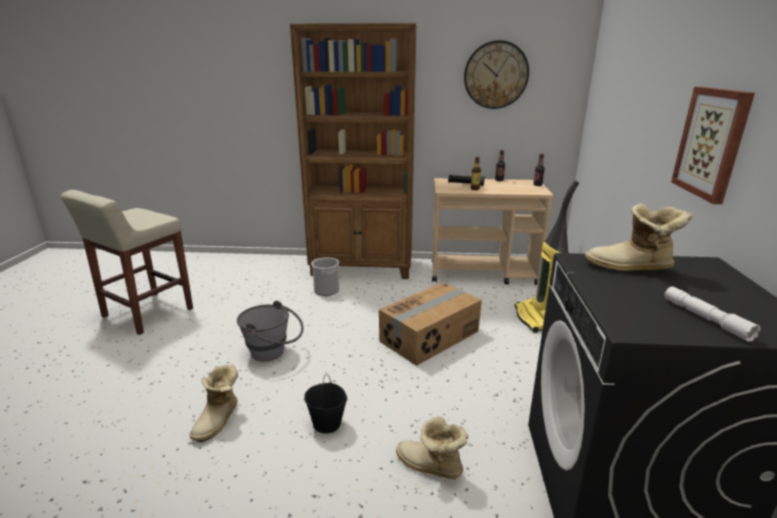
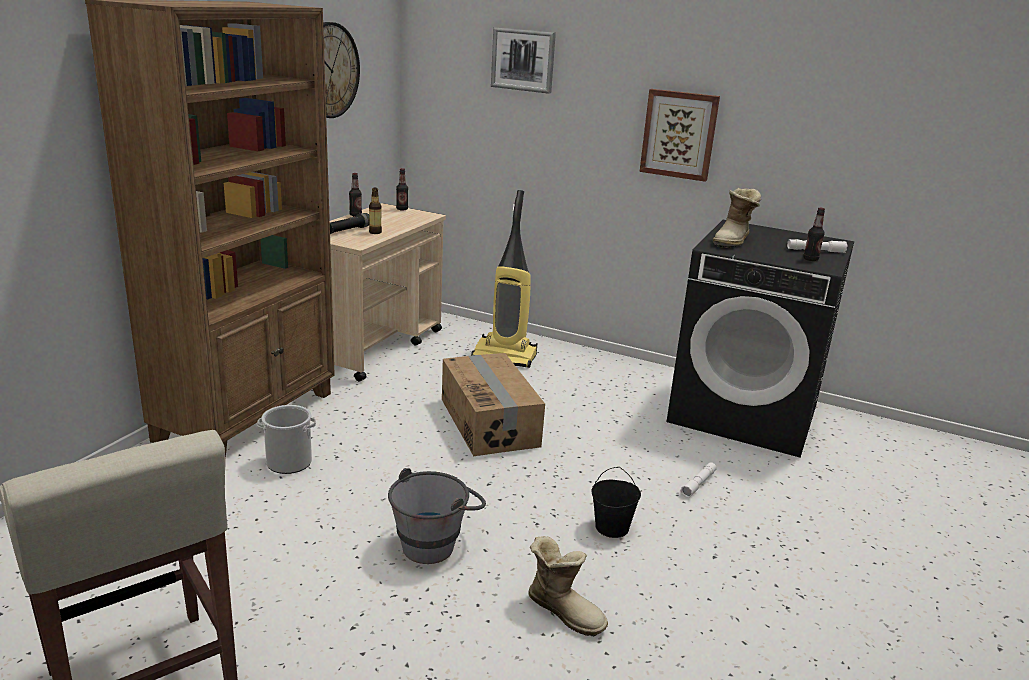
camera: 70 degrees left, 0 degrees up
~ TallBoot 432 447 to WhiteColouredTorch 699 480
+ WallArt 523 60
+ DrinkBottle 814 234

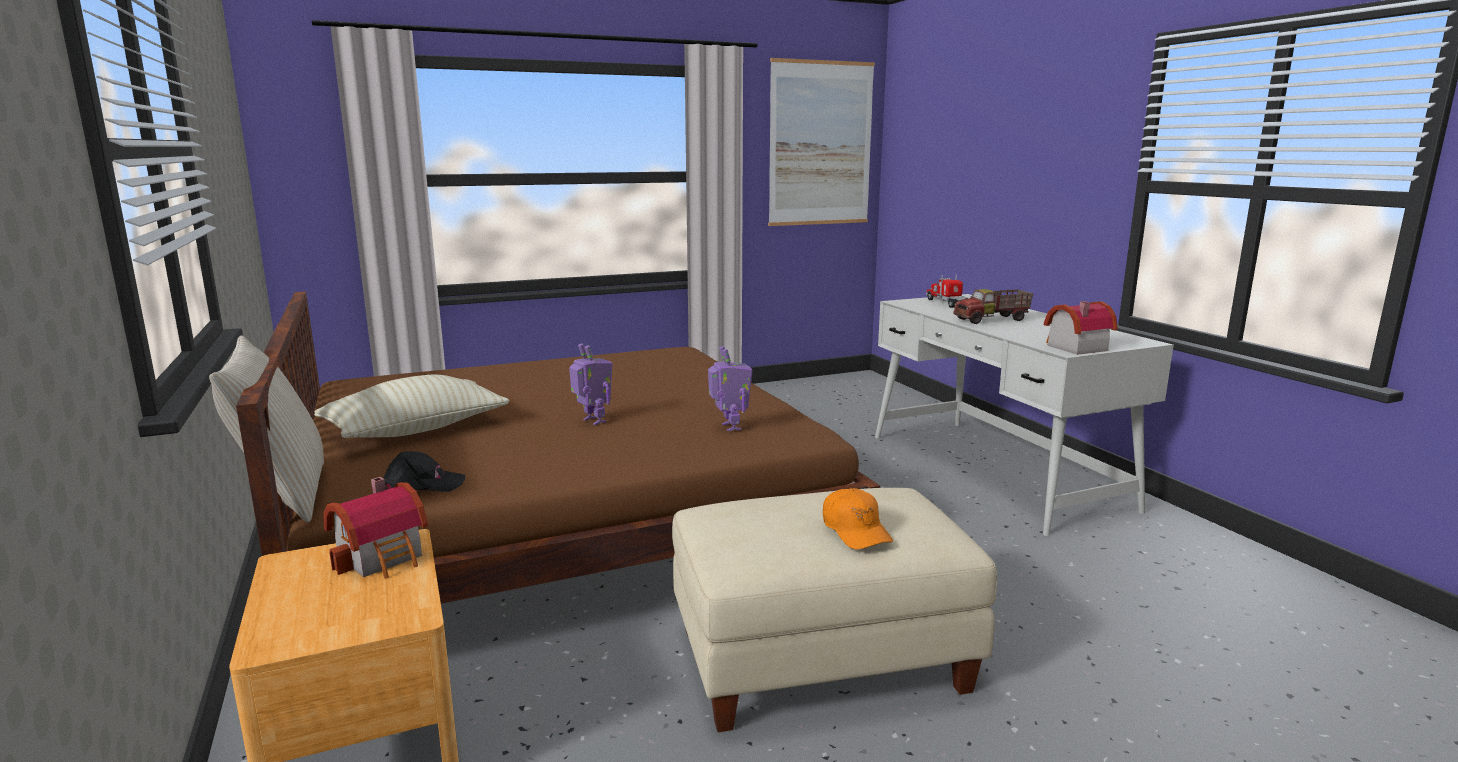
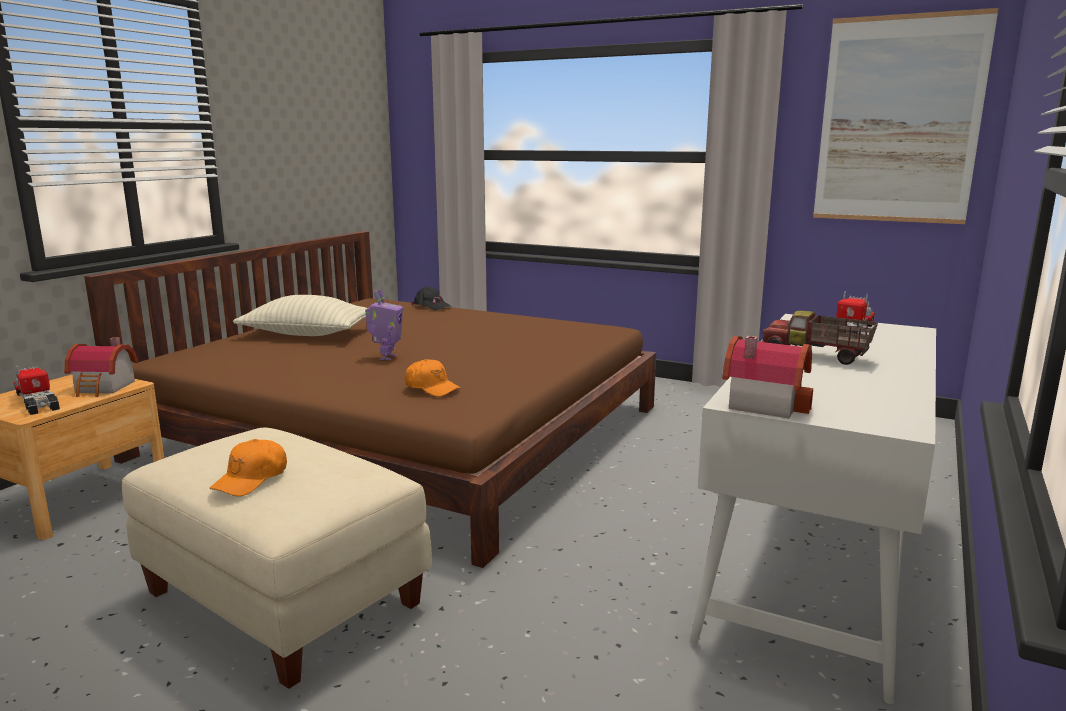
camera: 50 degrees right, 0 degrees up
- BeigeThrowPillow 266 429
~ ModelRobot 730 388 to OrangeColouredBaseballCap 433 378
~ BlackBaseballCap 424 471 to 432 298
+ ToyLorry 37 388

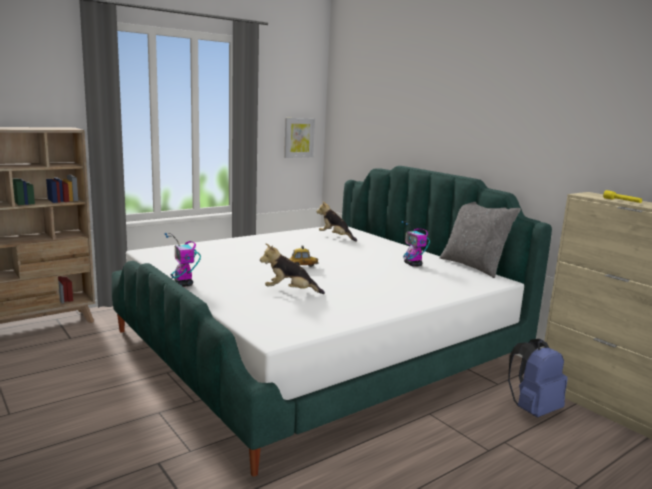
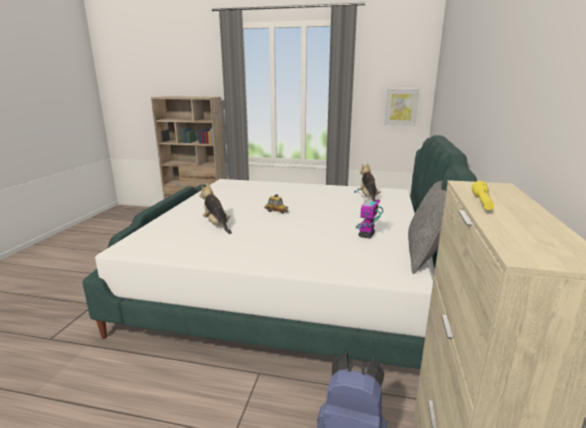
camera: 50 degrees right, 5 degrees up
- ModelRobot 183 260

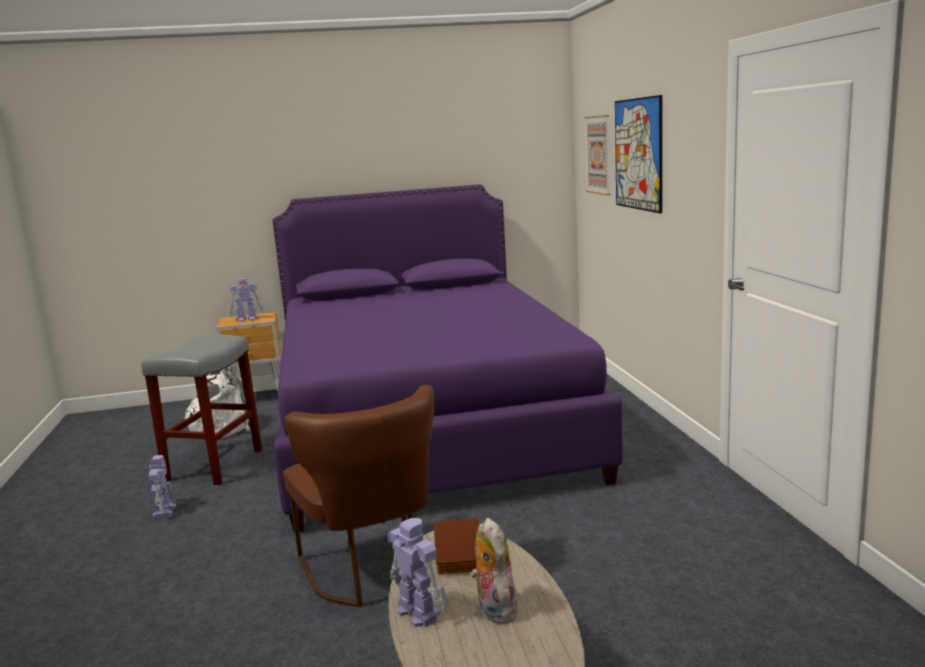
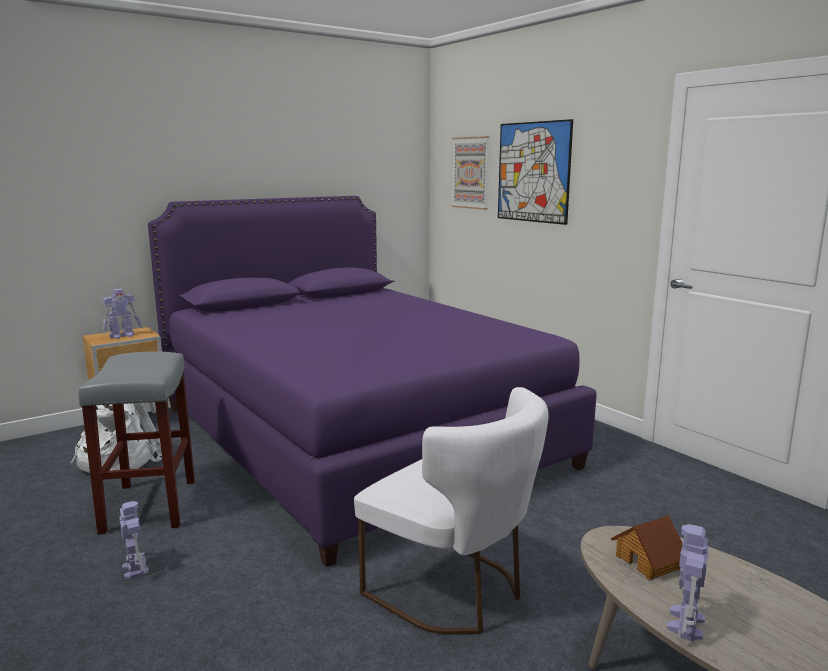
camera: 25 degrees left, 0 degrees up
~ BrownColouredPlainChair 358 496 to WhiteColouredPlainChair 451 511
~ ModelRobot 418 572 = 688 583 90 degrees counterclockwise
- SoftToy 494 571

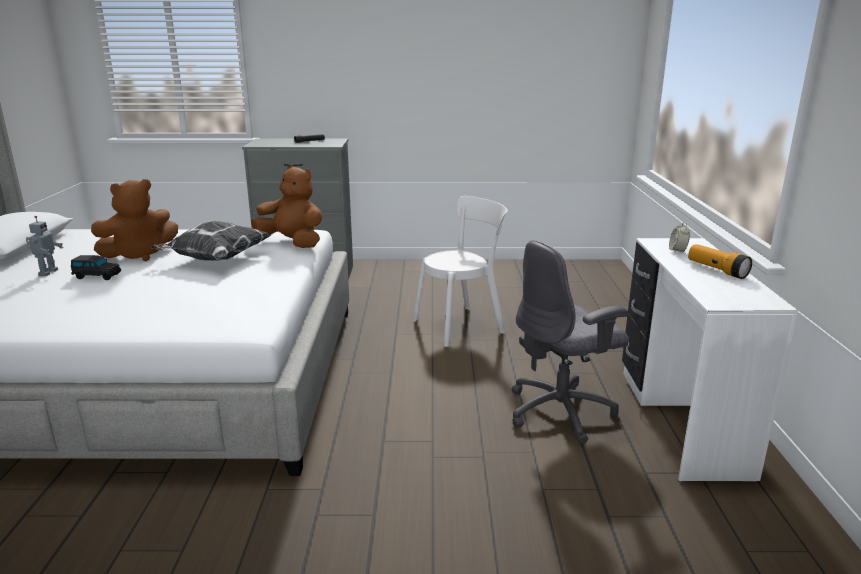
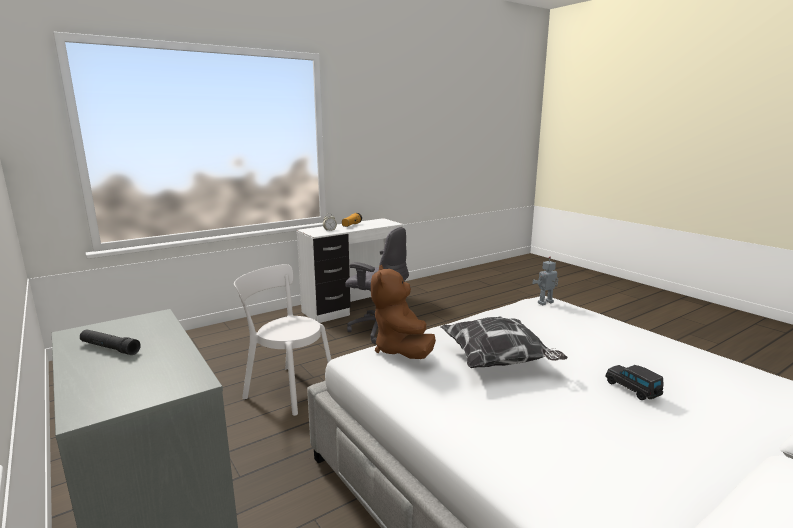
camera: 125 degrees left, 5 degrees down
- BrownColouredSoftToy 134 220
~ ModelRobot 45 246 to 545 280

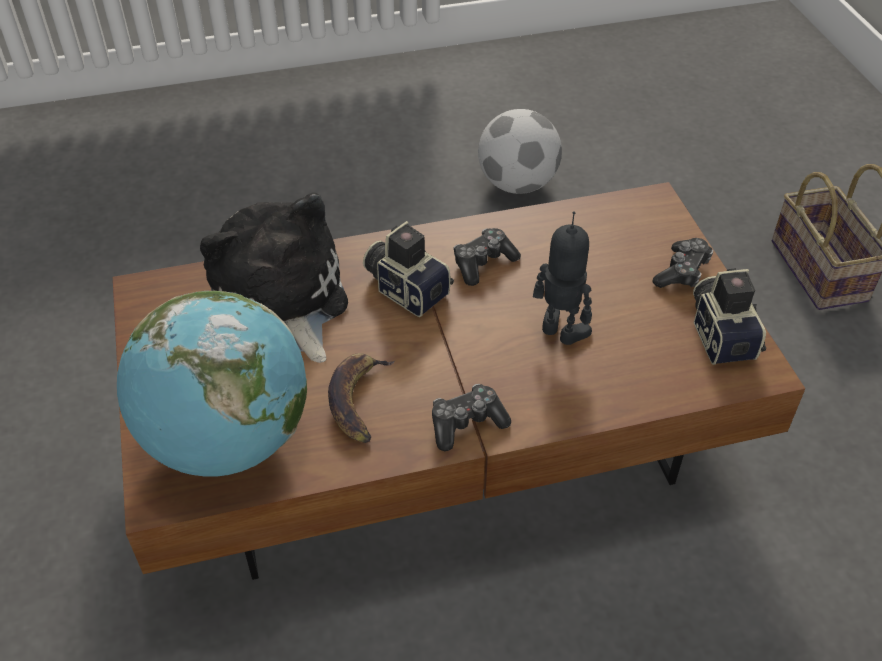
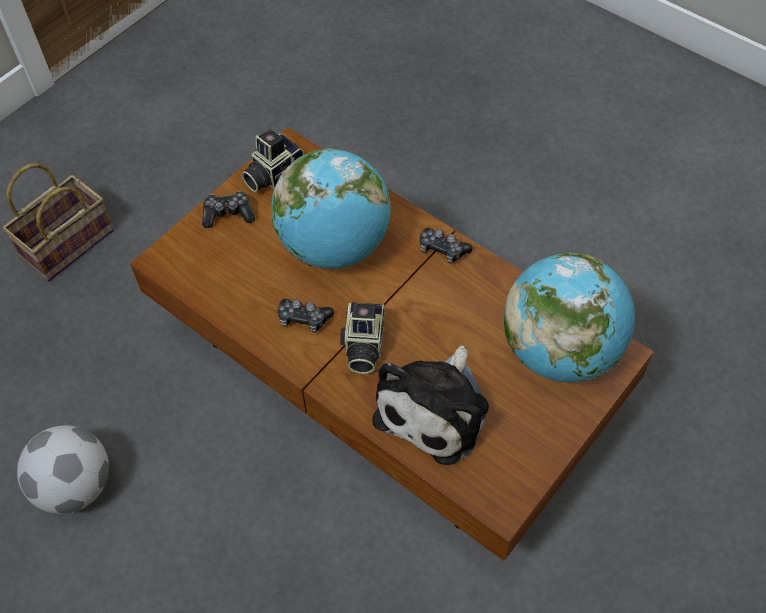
camera: 125 degrees left, 10 degrees up
~ ModelRobot 562 278 to WorldGlobe 331 208
- WholeBanana 361 398

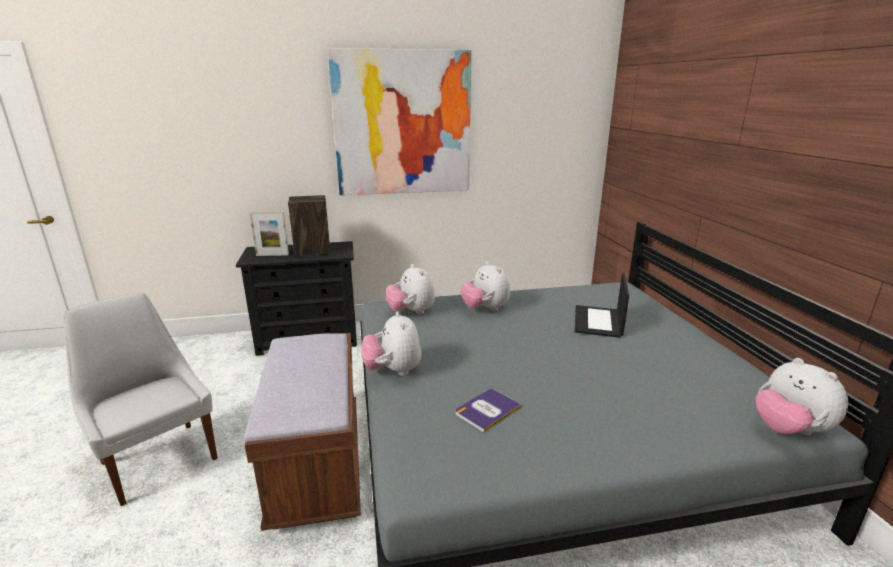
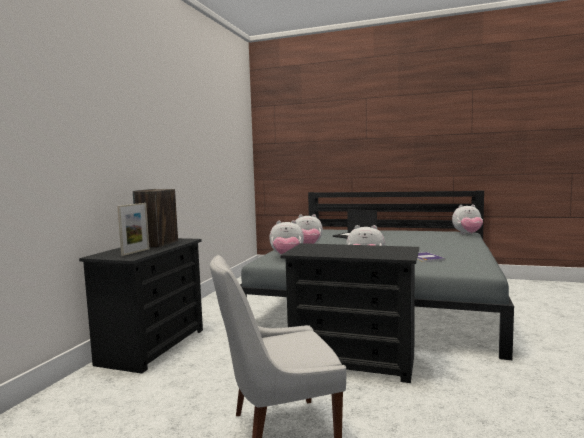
camera: 60 degrees left, 15 degrees down
- WallArt 399 121
~ BrownColouredLongSeat 302 432 to BlackChestOfDrawers 349 313

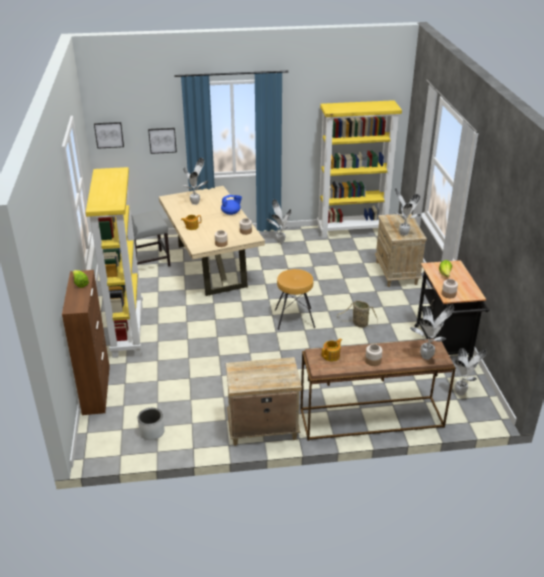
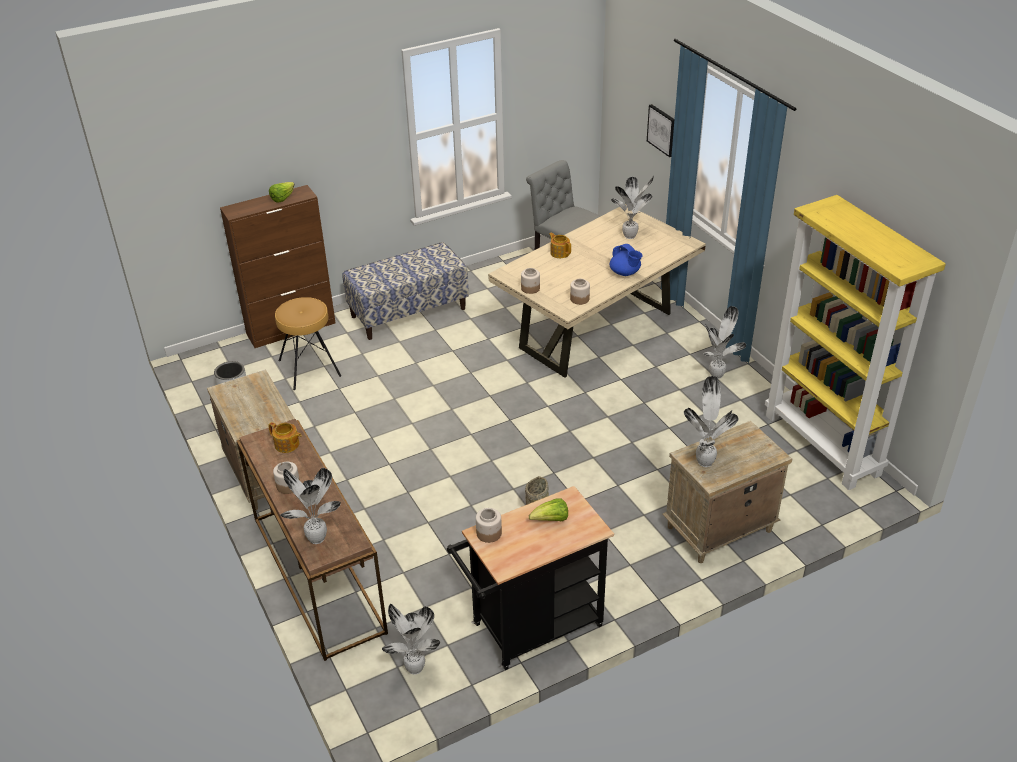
camera: 70 degrees right, 5 degrees up
- WallArt 109 135
~ YellowishBookcase 114 262 to LongSeat 405 291
~ BrownColouredStool 295 299 to 308 343

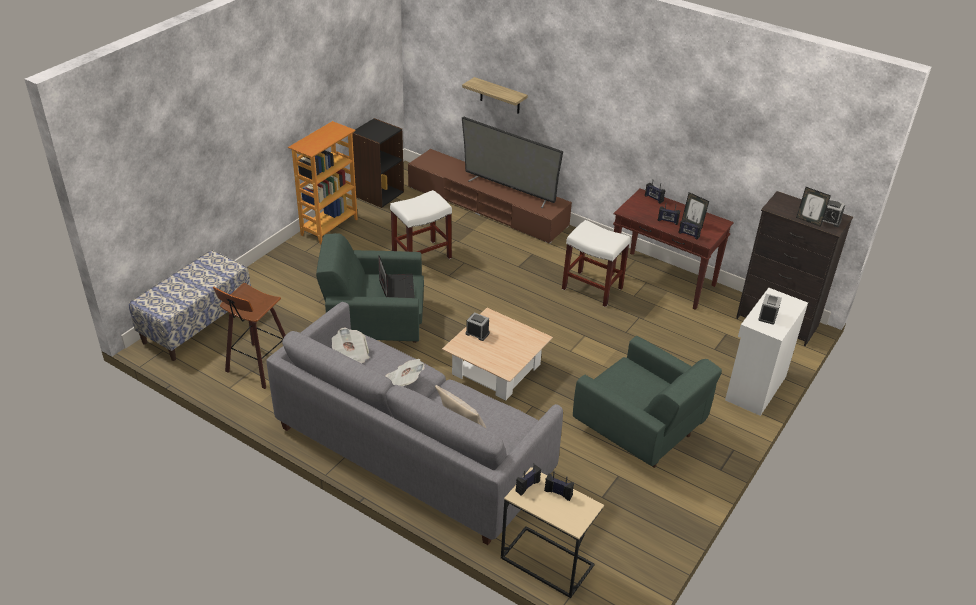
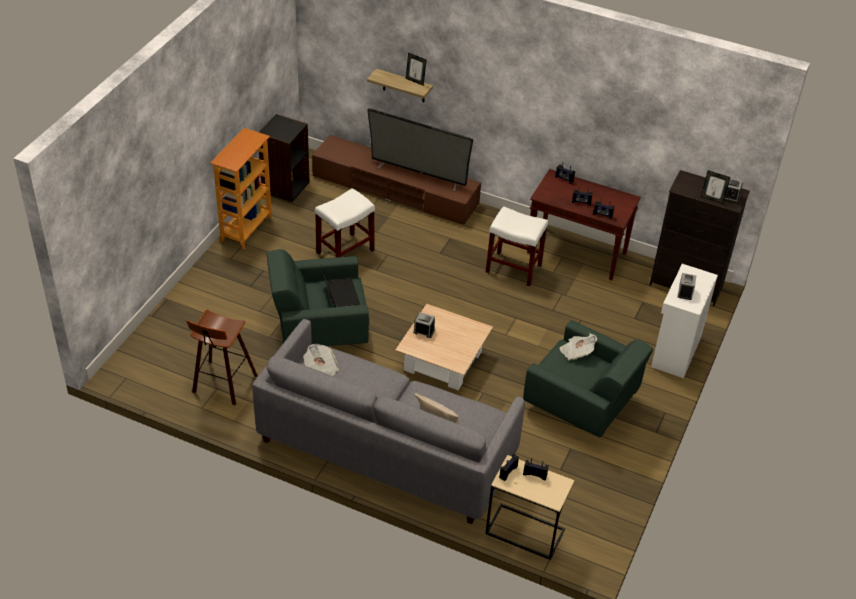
camera: 10 degrees left, 5 degrees up
~ StandingFrame 695 211 to 416 69
- LongSeat 190 305
~ DailyPaper 405 372 to 578 346

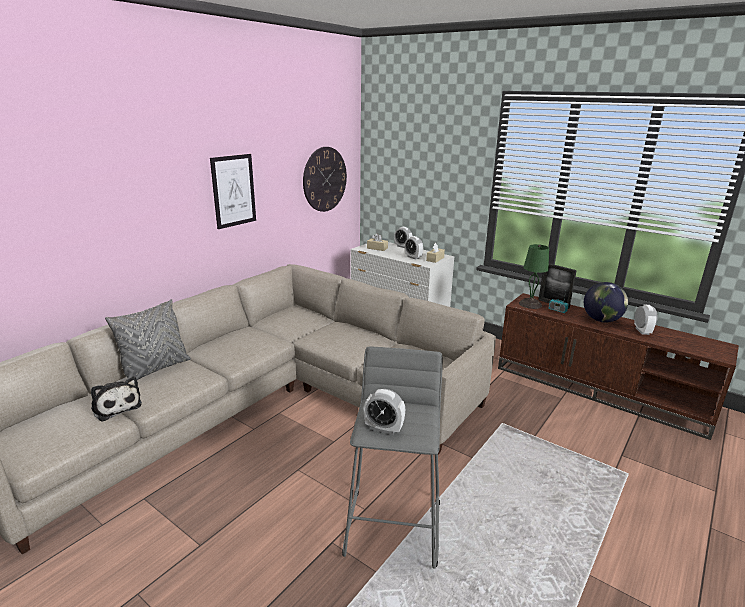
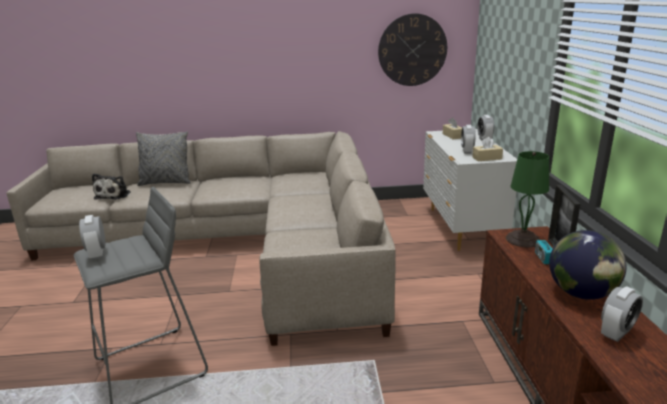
camera: 50 degrees right, 0 degrees up
- WallArt 233 191

